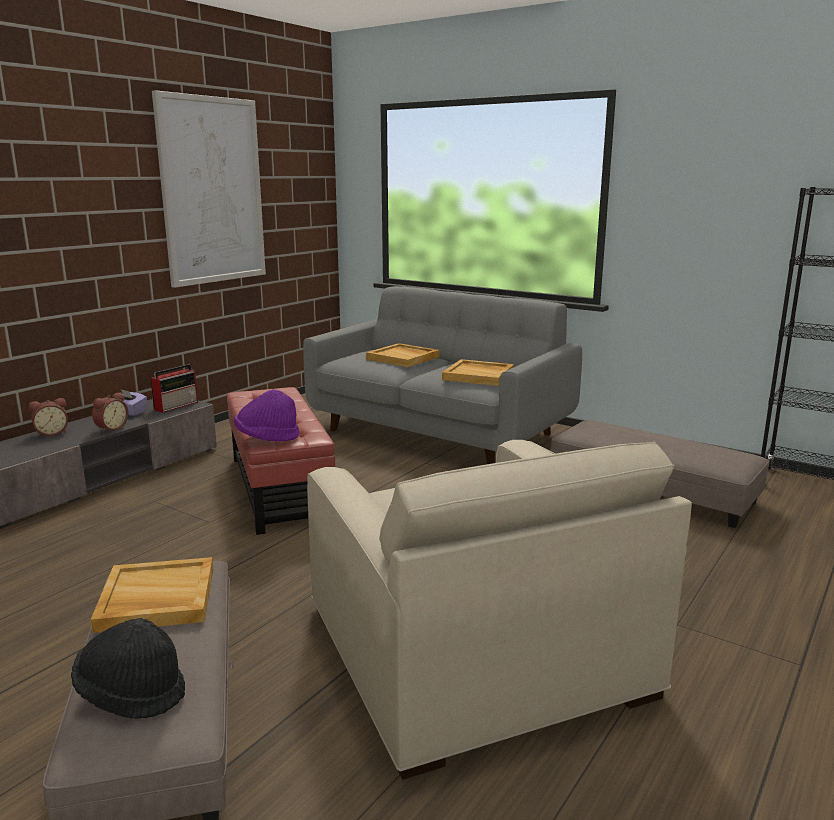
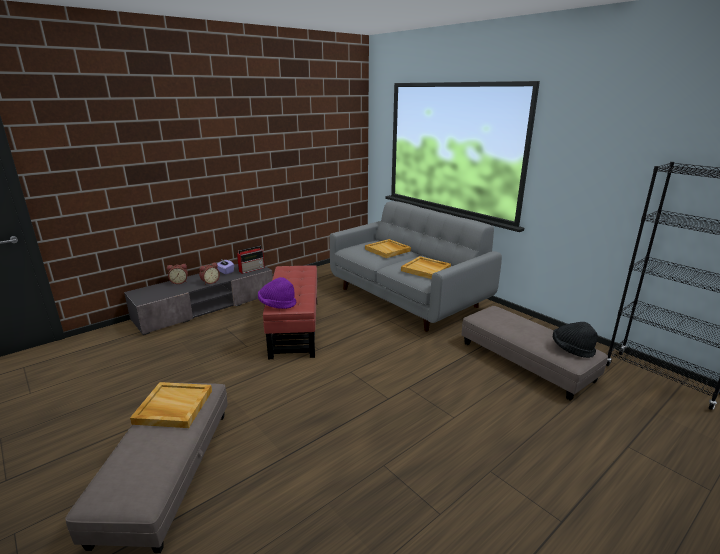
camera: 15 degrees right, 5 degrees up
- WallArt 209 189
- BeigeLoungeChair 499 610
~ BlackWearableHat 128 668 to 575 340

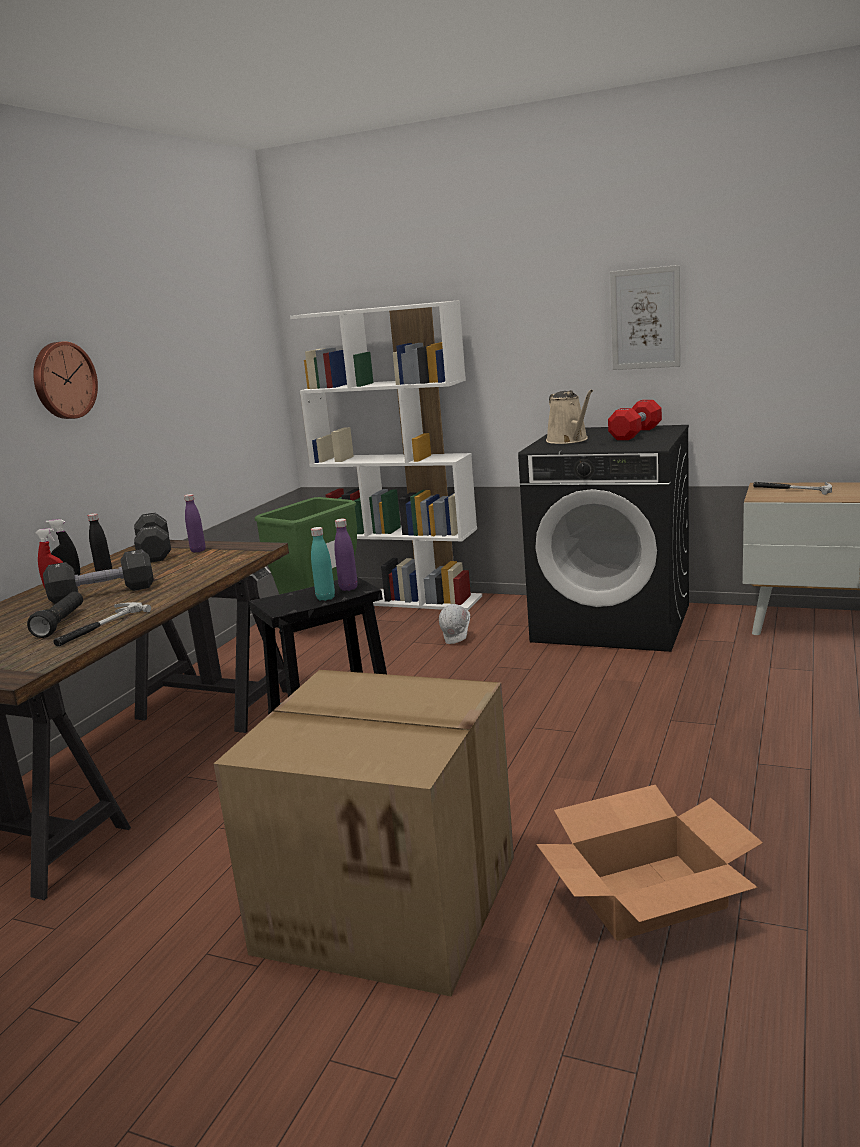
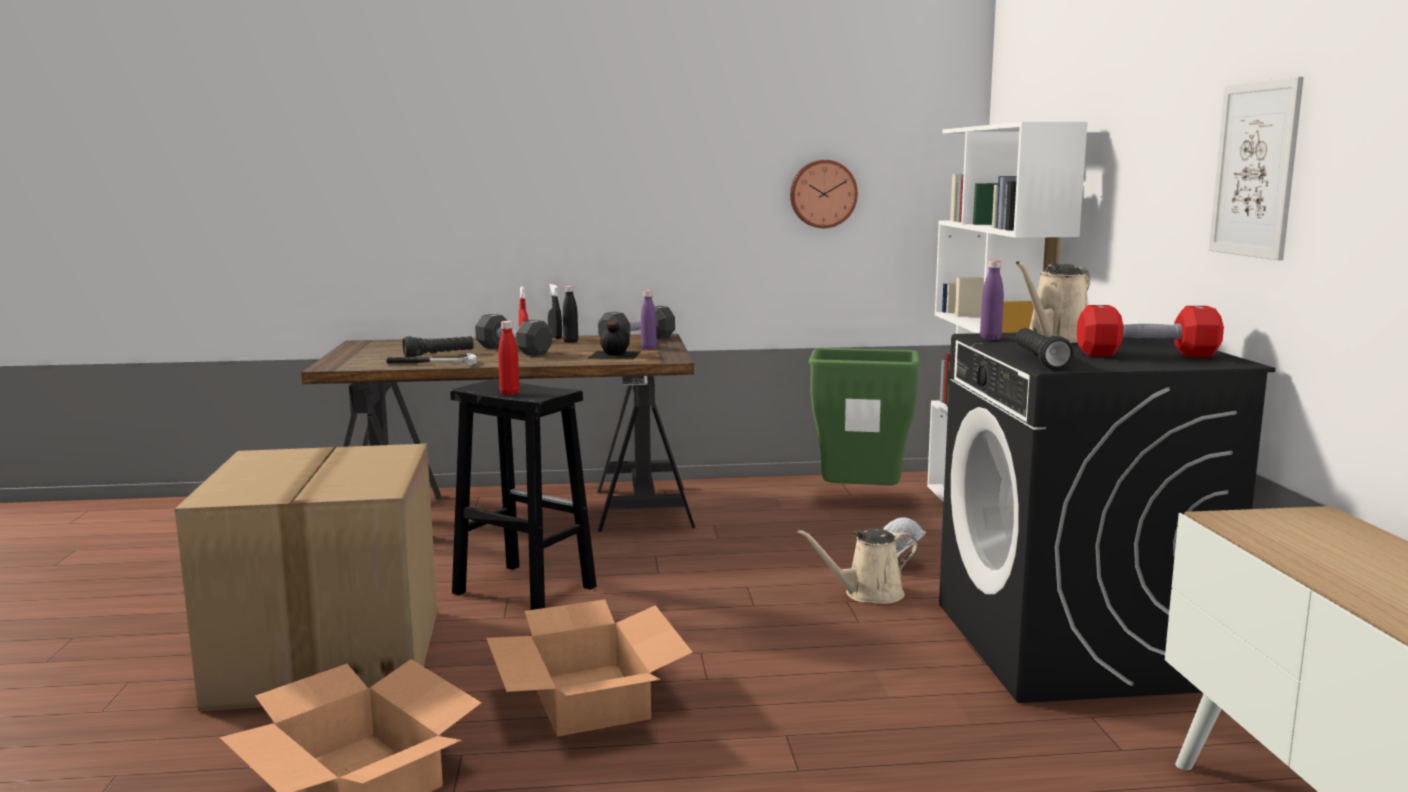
camera: 60 degrees right, 5 degrees down
~ ClockOnTheWall 65 380 to 824 194
- Hammer 792 488
~ PurpleColouredDrinkBottle 346 555 to 992 300
~ TurquoiseDrinkBottle 323 564 to RedColouredDrinkBottle 509 358
+ BlackDrinkBottle 614 339
+ BlackTorch 1044 349
+ BeigeWateringPot 857 566
+ PackingBox 589 668

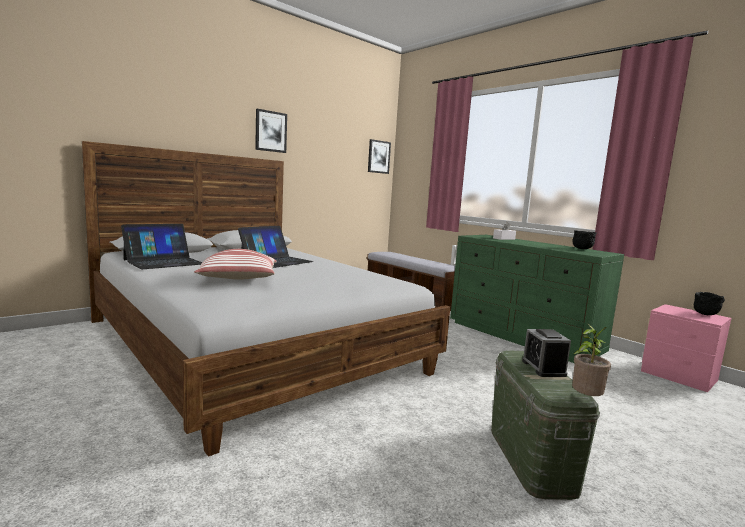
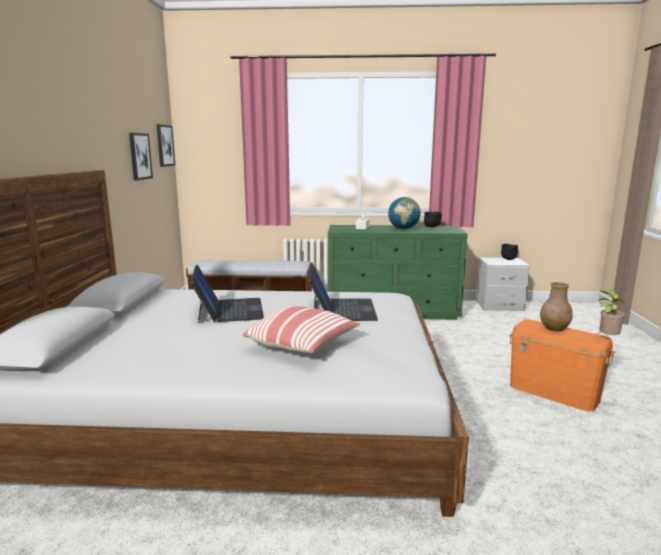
camera: 45 degrees left, 5 degrees up
~ WallArt 271 131 to 141 157
~ Laptop 161 246 to 343 292
~ PinkColouredBedsideTable 686 348 to GreyishBedsideTable 503 284
~ AlarmClock 546 353 to BrownColouredFlowerVase 556 306
~ GreenColouredStorageBin 545 425 to OrangeColouredStorageBin 562 365
+ WorldGlobe 404 213

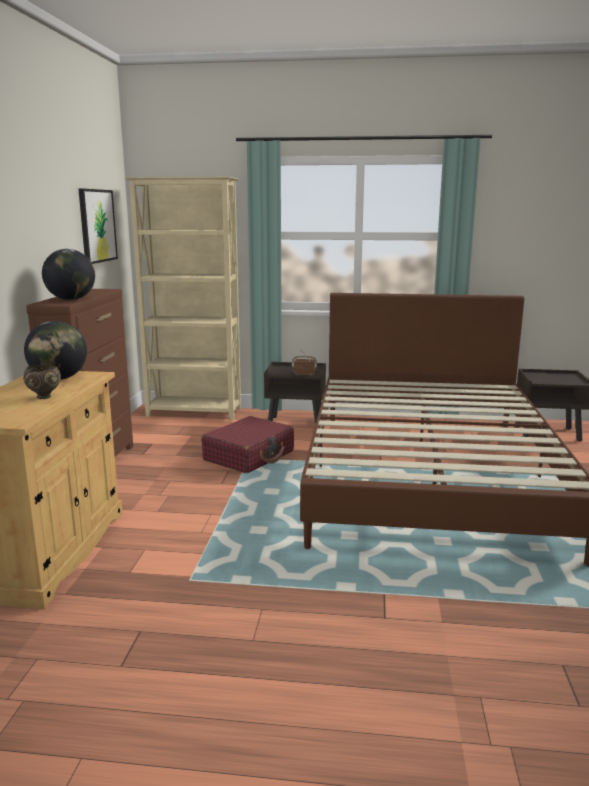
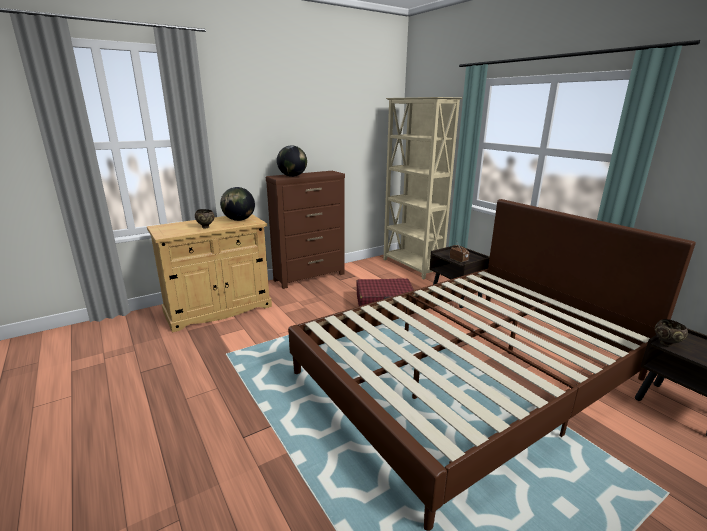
camera: 50 degrees right, 5 degrees up
- WallArt 98 226
+ BrownColouredBowl 671 333

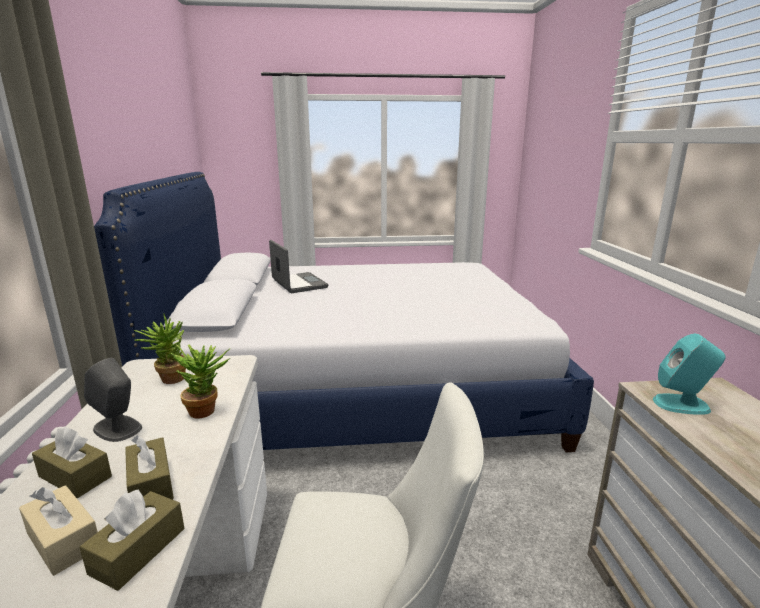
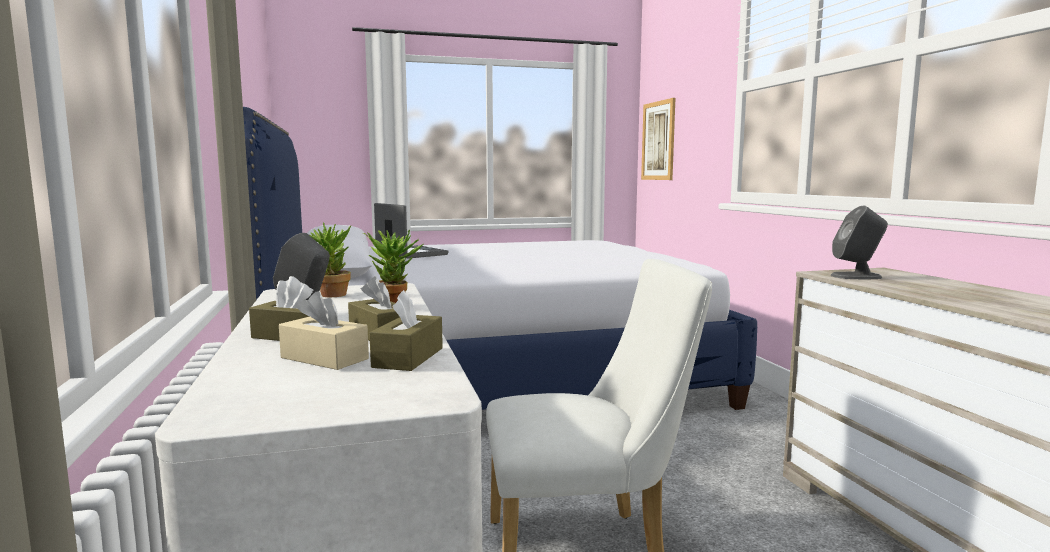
camera: 10 degrees left, 10 degrees down
~ TurquoiseAudioSpeaker 689 374 to GreyishAudioSpeaker 859 242
+ WallArt 658 139

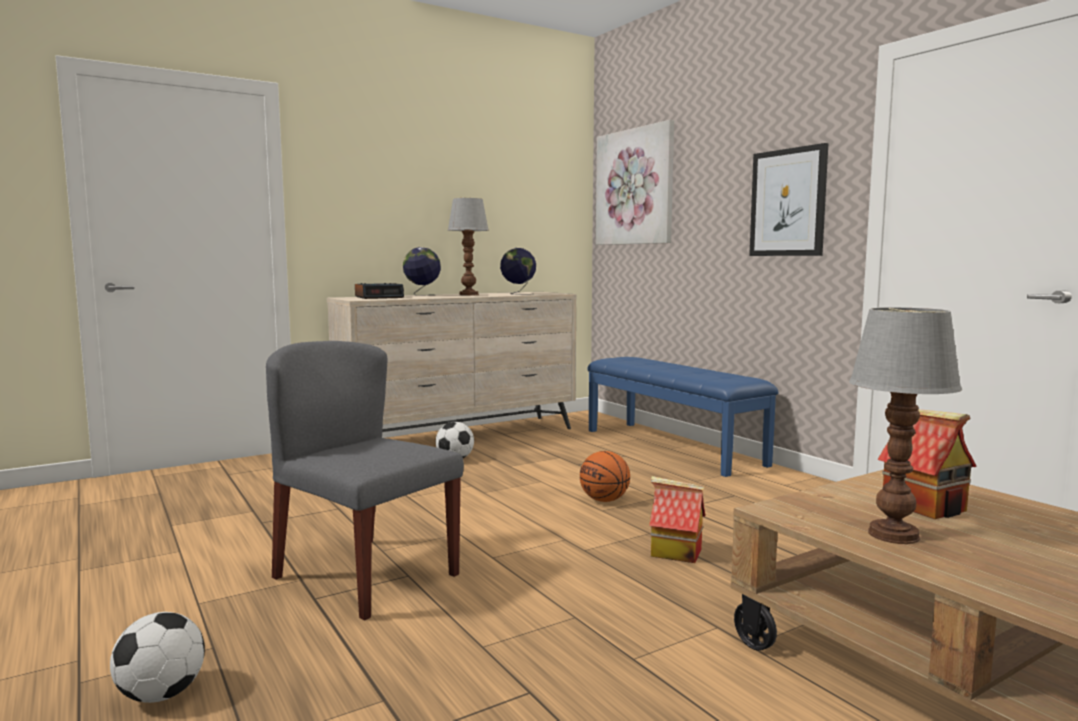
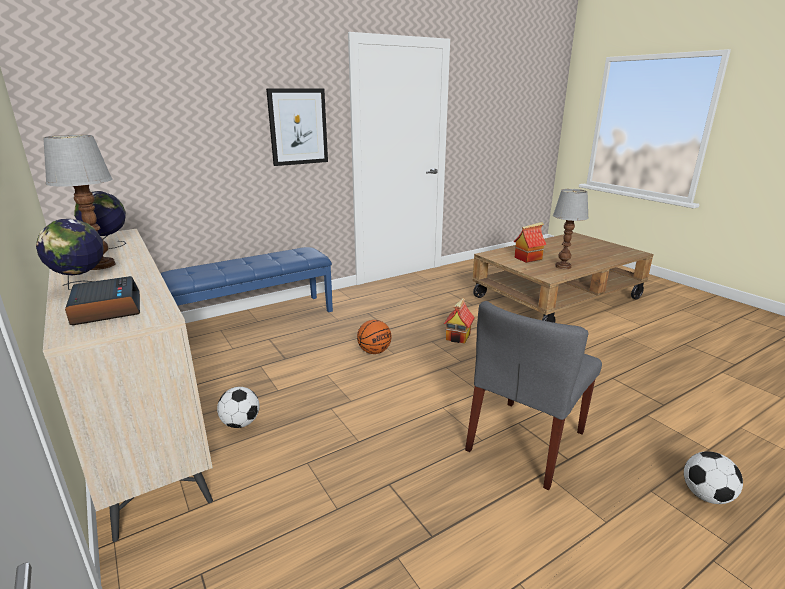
camera: 90 degrees left, 15 degrees up
- WallArt 635 182

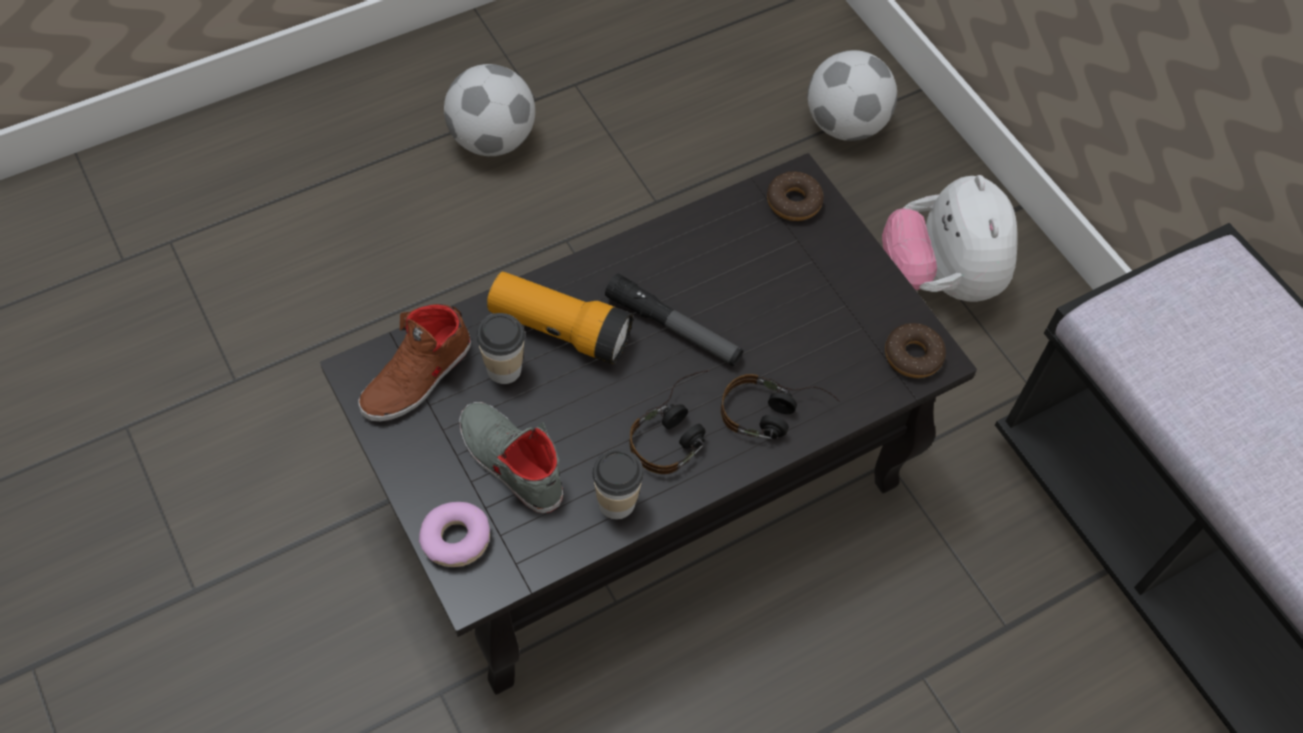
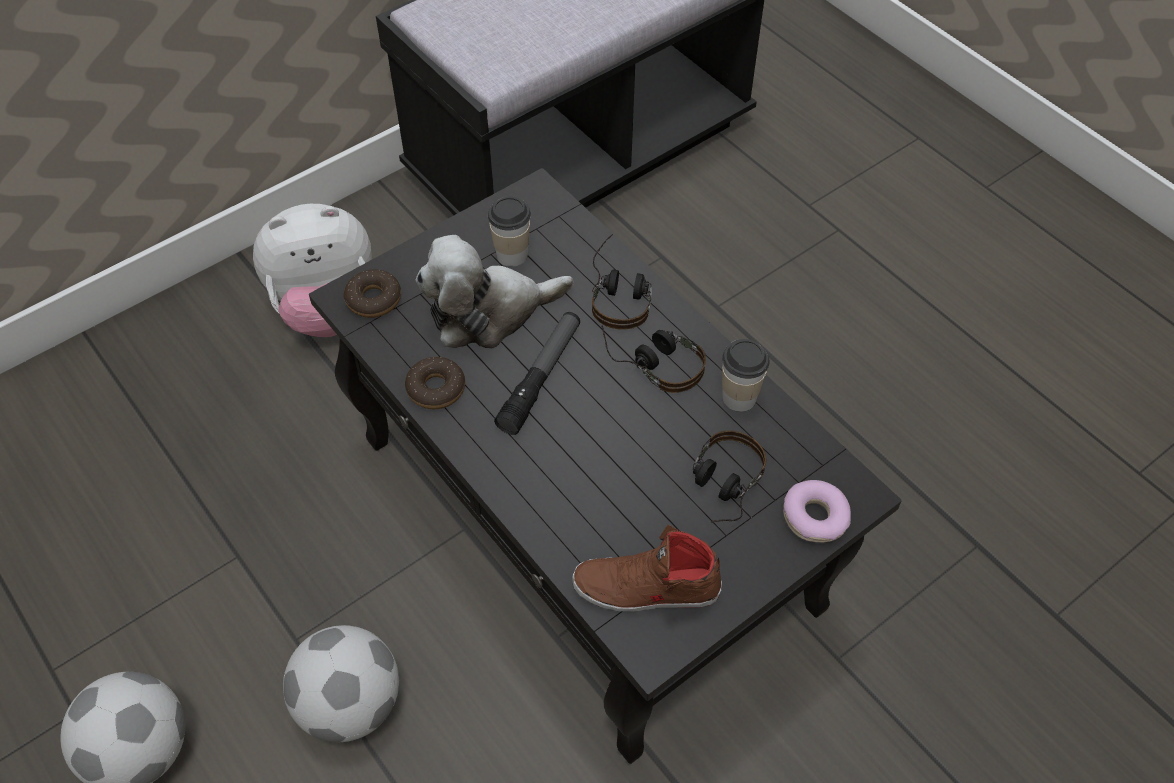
camera: 95 degrees left, 5 degrees down
~ BallForFootball 852 95 to 341 683
- Torch 560 318
~ BrownColouredLowShoe 414 363 = 647 568 150 degrees clockwise
~ SmallCup 501 348 to 509 232
~ Donut 915 350 to 435 383
~ GreyishLowShoe 511 457 to Headphones 729 476
+ SoftToy 495 291

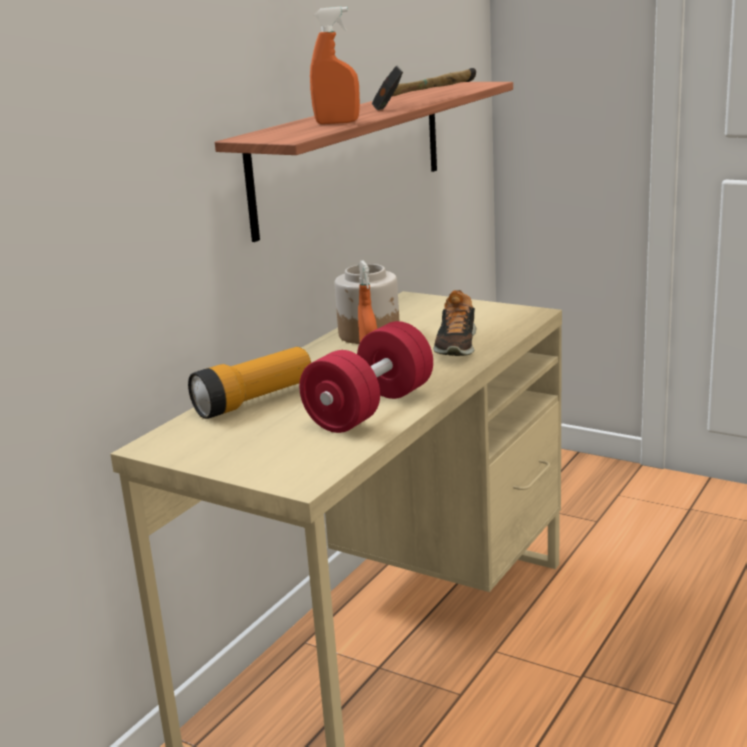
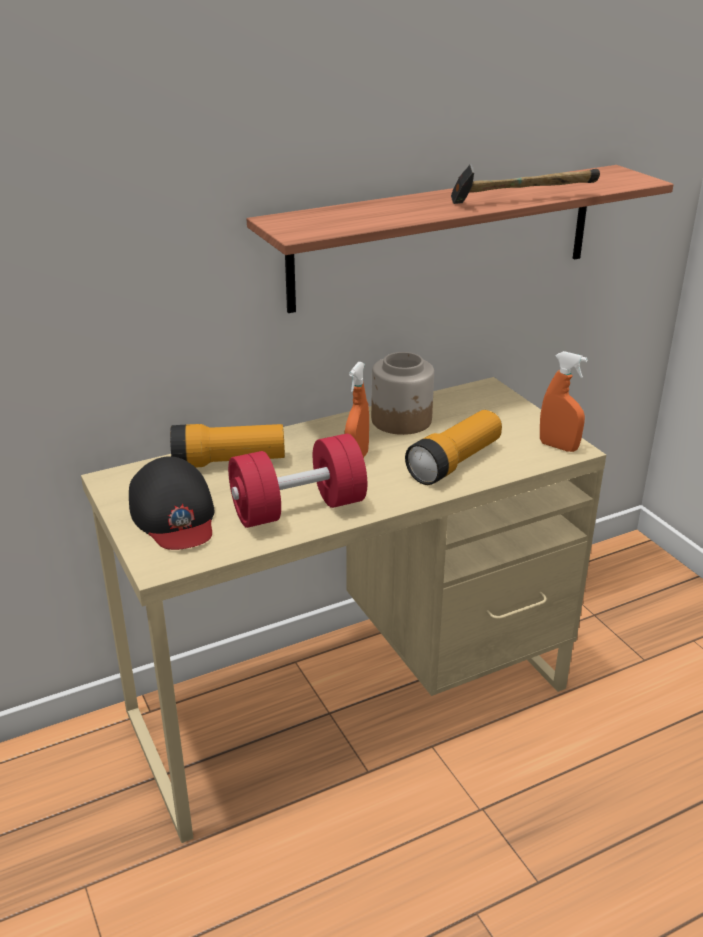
camera: 30 degrees right, 10 degrees up
~ OrangeColouredSprayBottle 335 65 to 564 401
~ LowShoe 454 323 to Torch 453 447
+ BlackBaseballCap 171 503

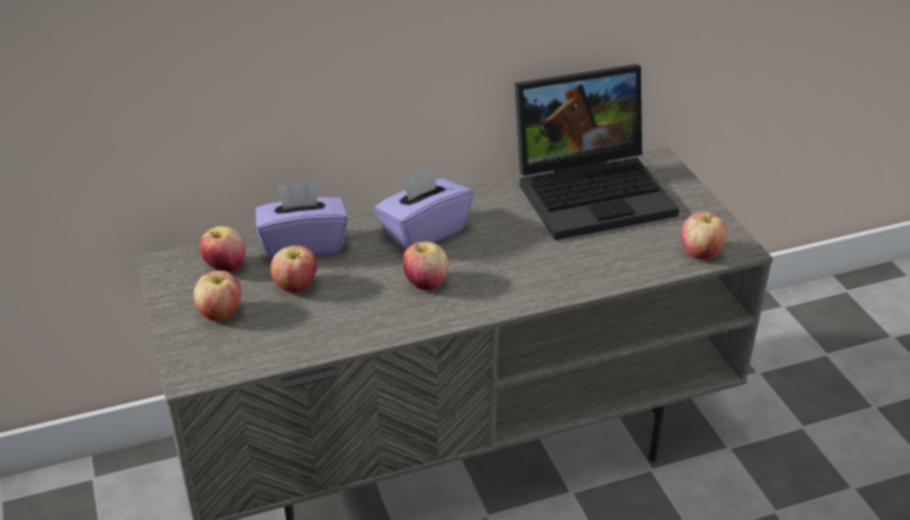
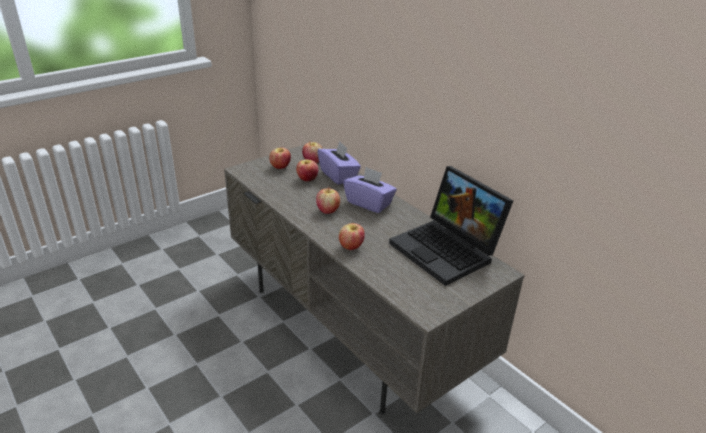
camera: 70 degrees right, 5 degrees down
~ AppleFruit 704 235 to 352 236

